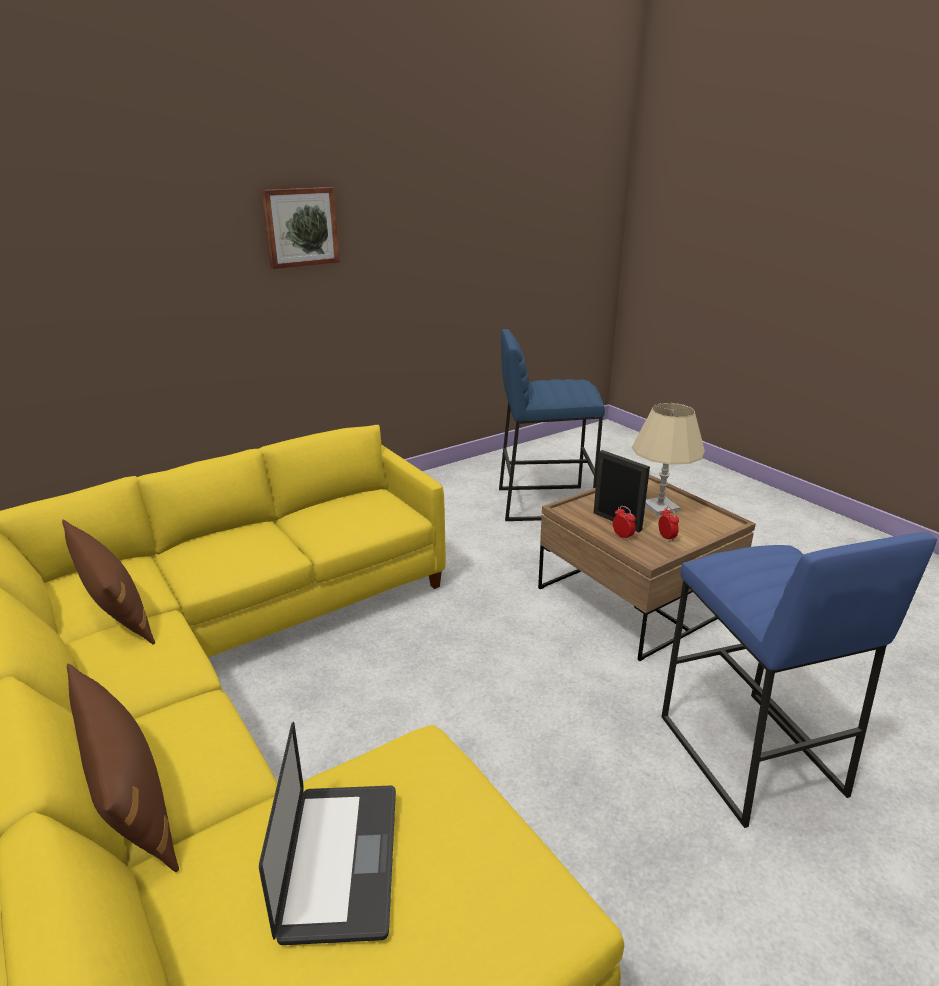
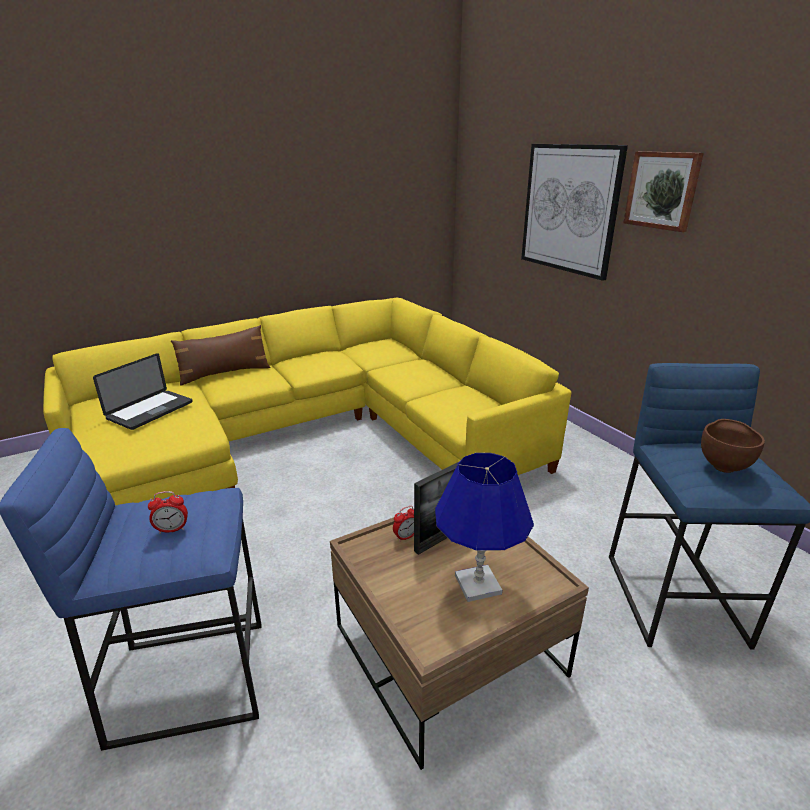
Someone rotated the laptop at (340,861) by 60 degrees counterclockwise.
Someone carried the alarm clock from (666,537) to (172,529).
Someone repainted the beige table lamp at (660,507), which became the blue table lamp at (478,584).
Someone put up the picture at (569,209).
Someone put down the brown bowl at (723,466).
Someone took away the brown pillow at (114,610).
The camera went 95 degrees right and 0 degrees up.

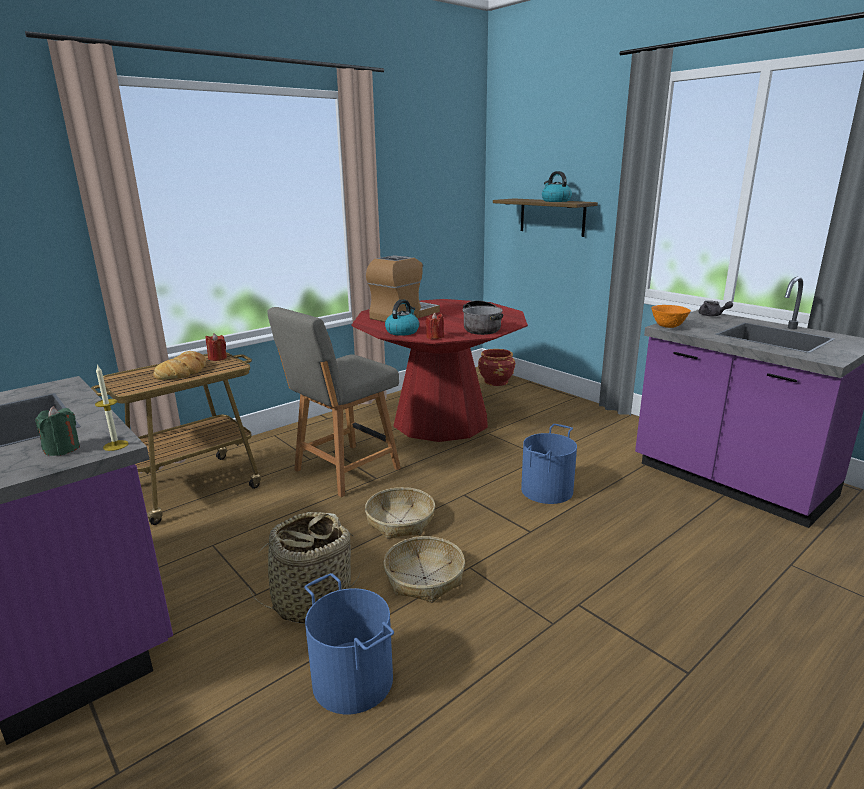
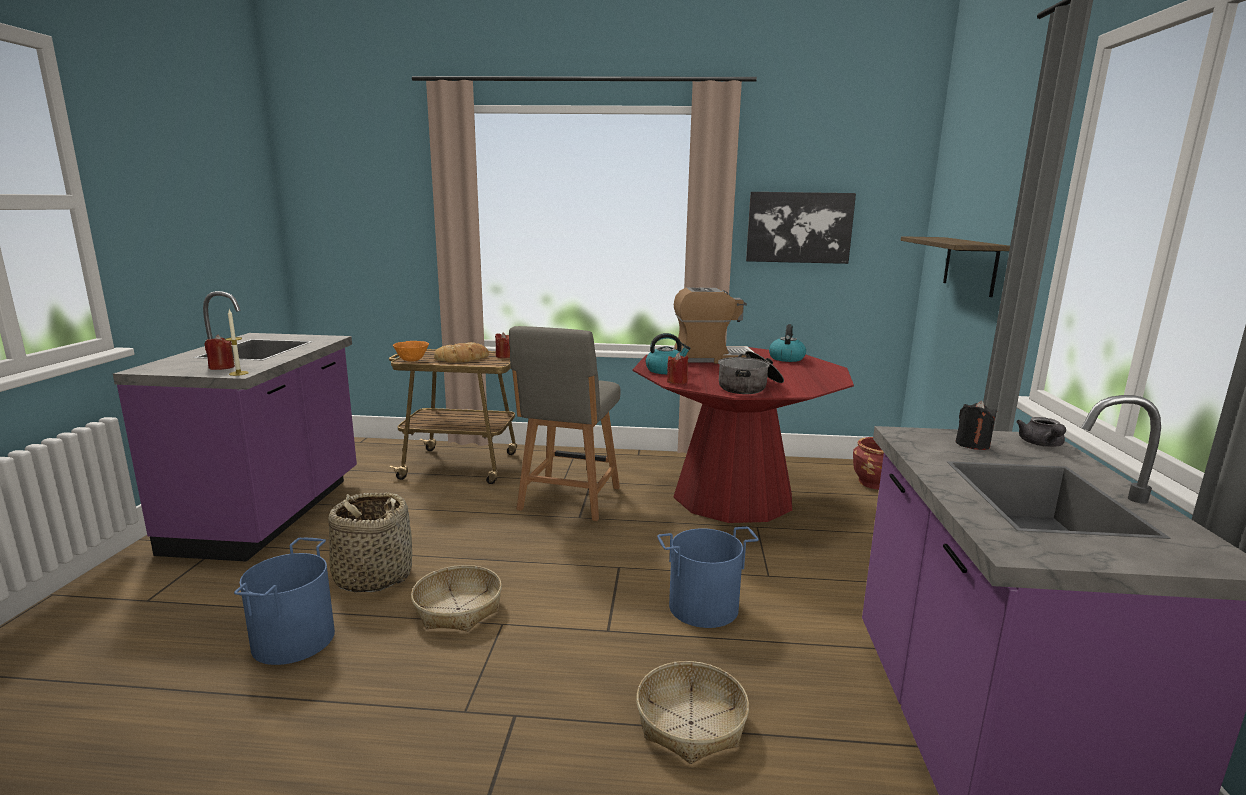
Someone repainted the green candle at (62,449), which became the red candle at (221,367).
Someone carried the orange bowl from (668,326) to (412,360).
Someone rotated the grey chair at (344,471) by 75 degrees counterclockwise.
Someone carried the basket from (400,521) to (691,723).
Someone put up the picture at (799,227).
Someone carried the kettle from (555,201) to (786,358).
Someone put down the black candle at (972,445).
The camera went 45 degrees right and 5 degrees down.

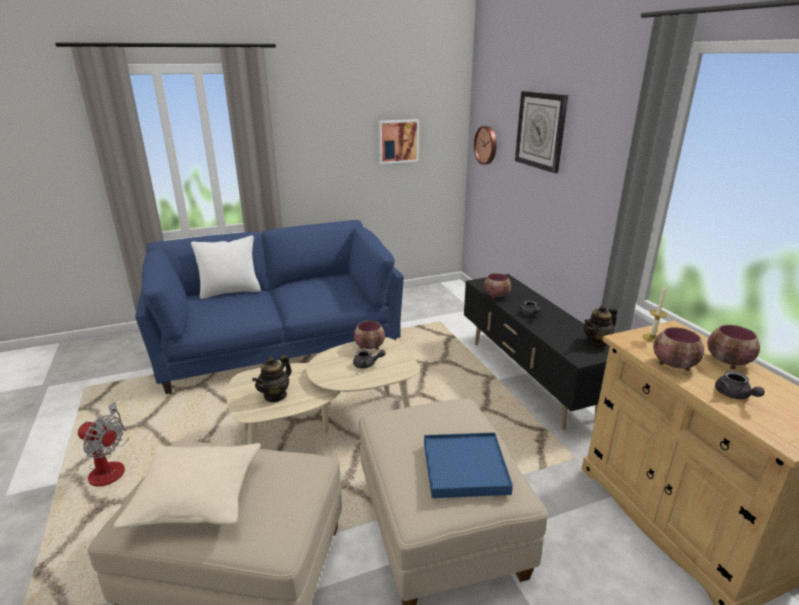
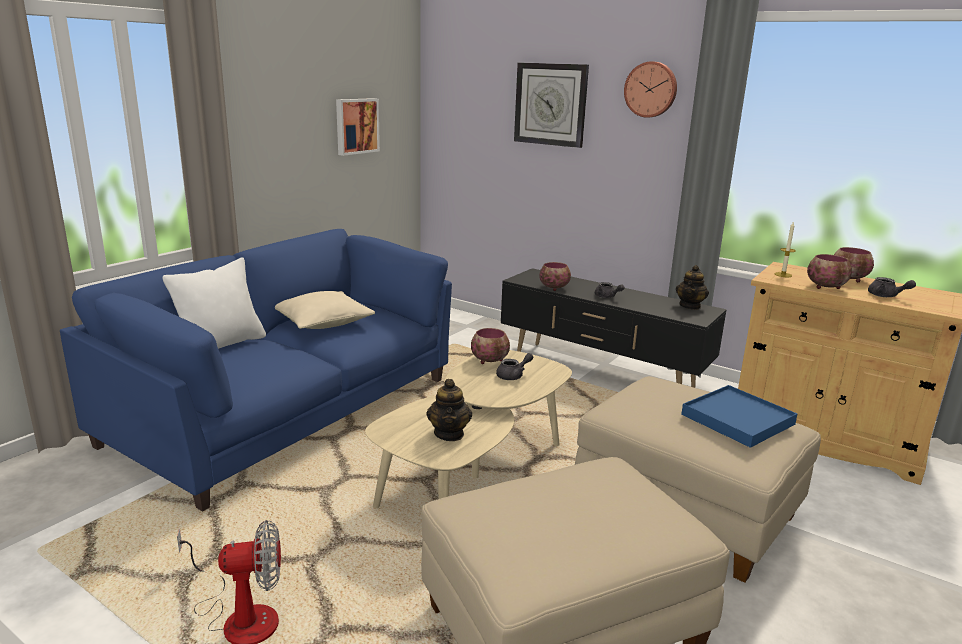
Someone carried the beige pillow from (197,497) to (322,322).
Someone carried the wall clock from (486,145) to (651,89).
The camera went 35 degrees left and 5 degrees down.

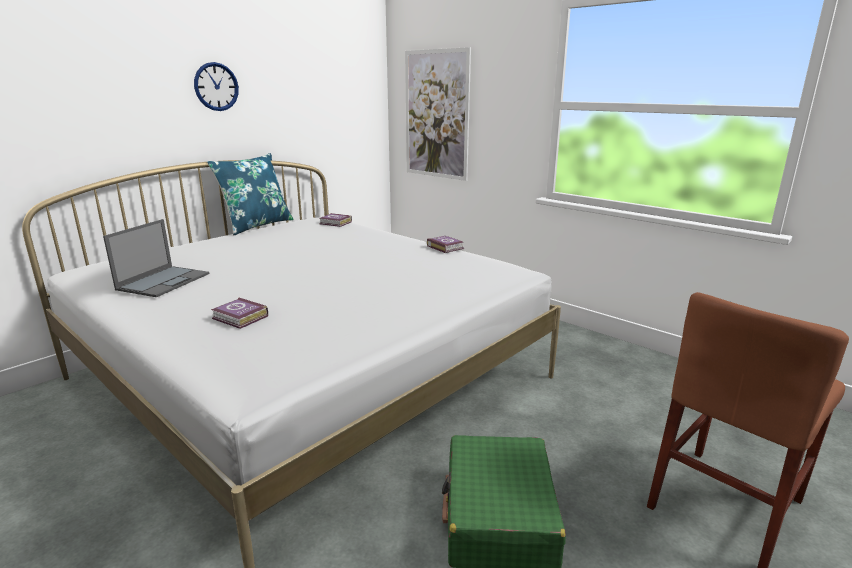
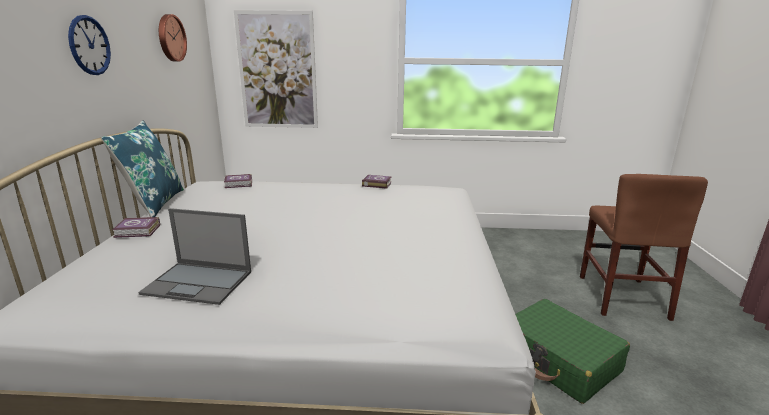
Someone carried the book from (240,318) to (138,231).
Someone rotated the laptop at (164,281) by 120 degrees clockwise.
Someone put up the wall clock at (170,38).
The camera went 40 degrees left and 0 degrees up.

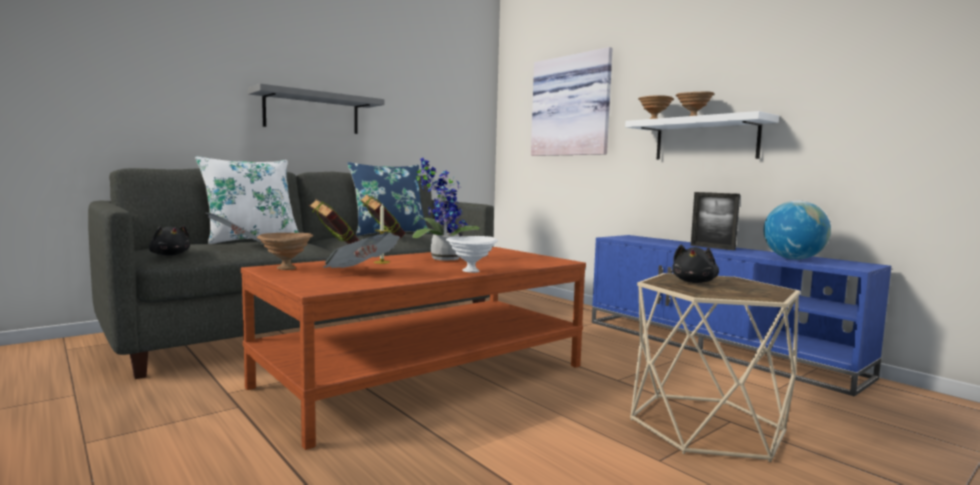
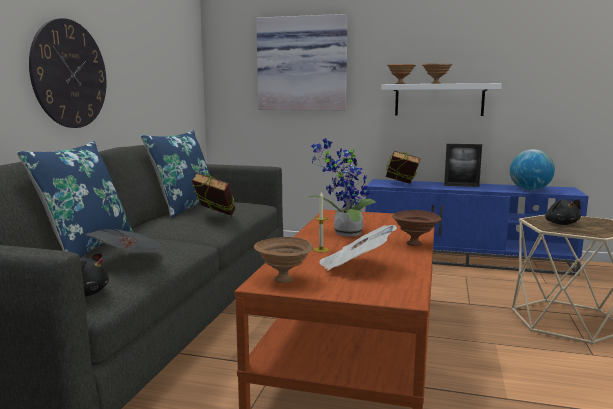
Someone repainted the white pillow at (251,239), which became the blue pillow at (86,247).
Someone swapped the grey shelf at (312,113) for the wall clock at (70,74).
Someone carried the book from (334,247) to (401,185).
Someone repainted the white bowl at (471,271), which became the brown bowl at (415,244).
The camera went 35 degrees left and 5 degrees up.

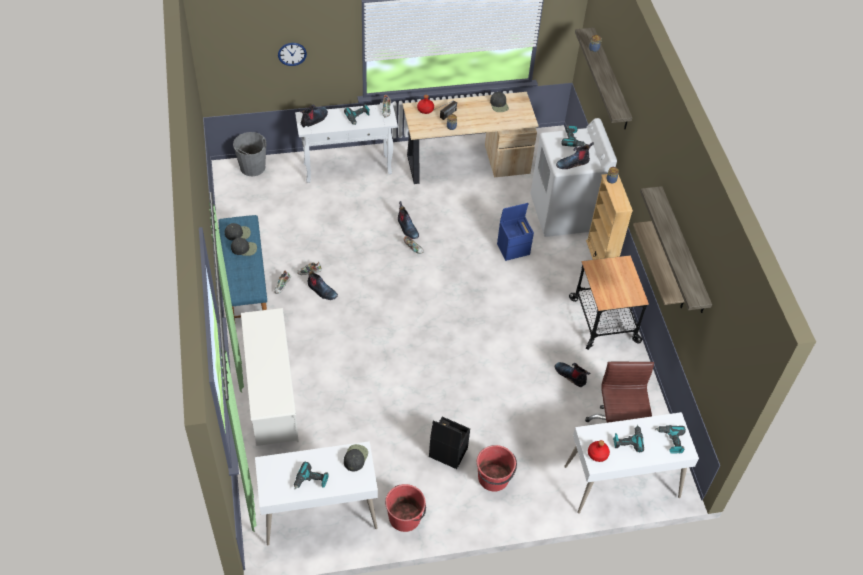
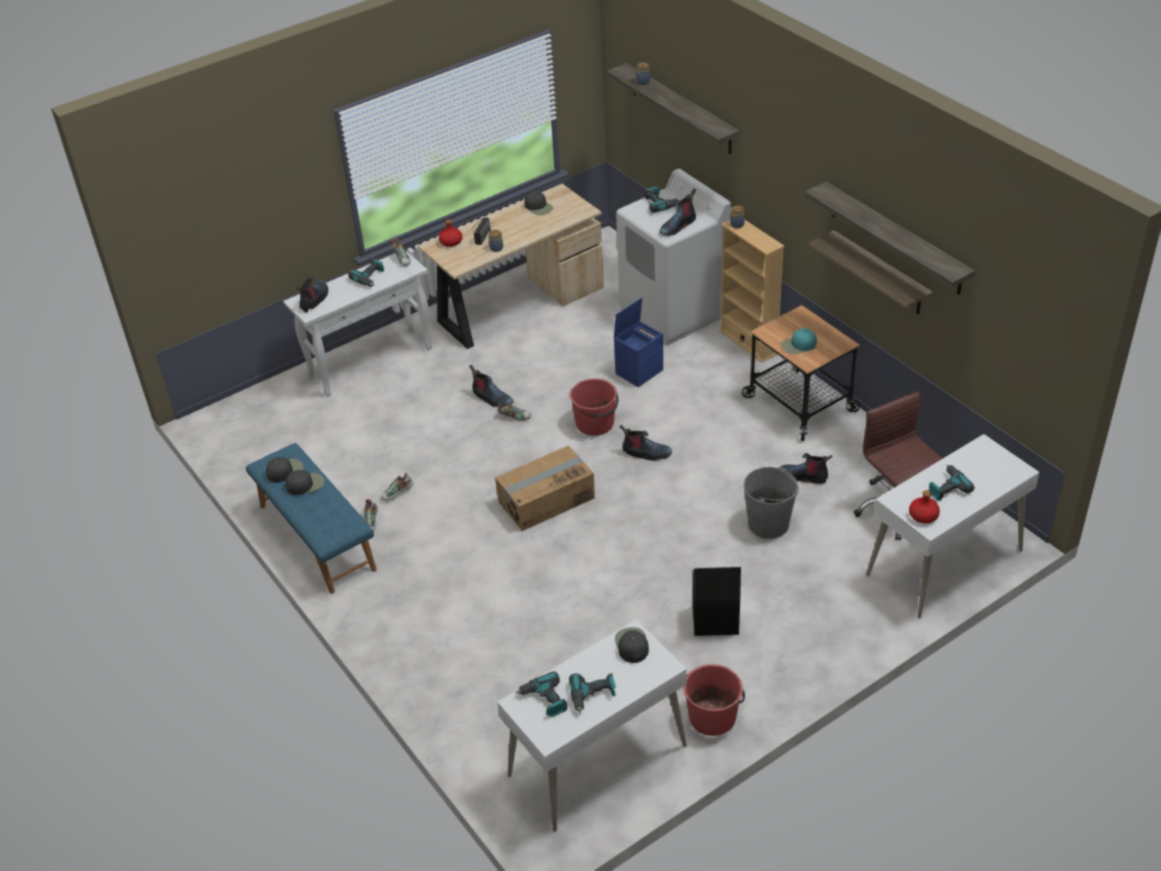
Someone put down the cardboard box at (545,499).
Someone carried the power drill from (671,441) to (544,700).
Someone carried the red bucket from (493,478) to (595,423).
Someone carried the boot from (321,290) to (646,453).
Someone carried the grey bucket from (252,167) to (769,524).
Someone put down the turquoise cap at (798,345).
Someone took away the white shoe rack at (271,393).
Someone took away the wall clock at (292,54).
The camera went 20 degrees left and 10 degrees down.

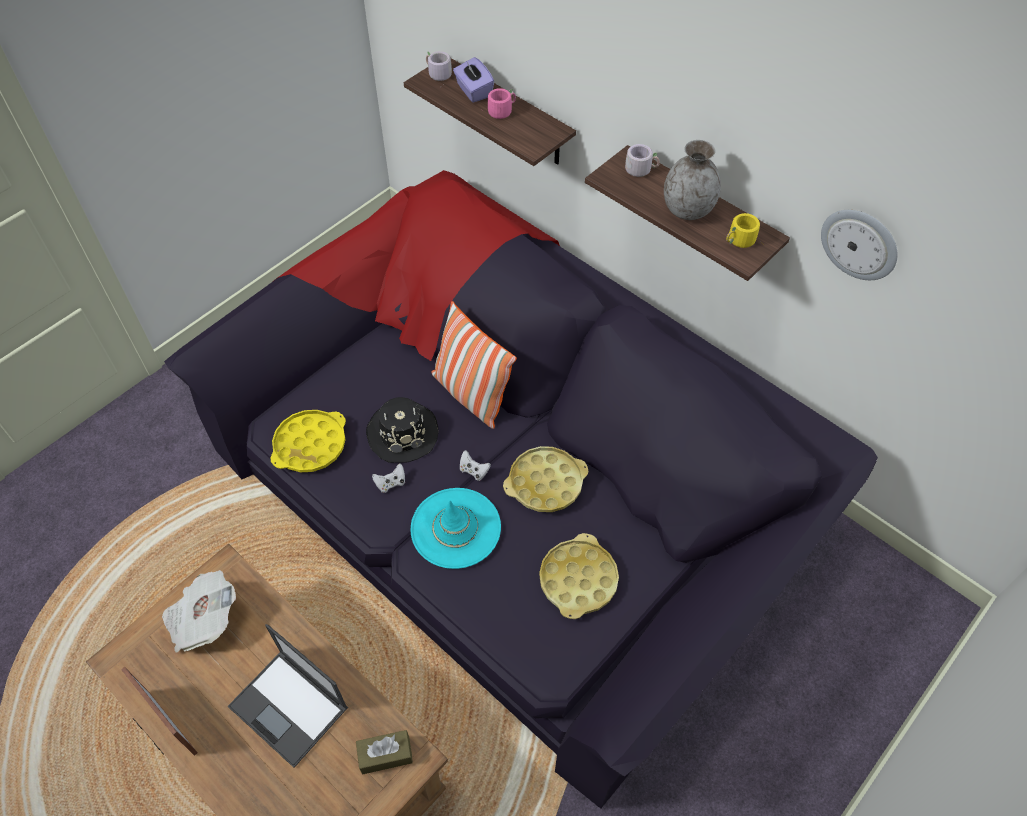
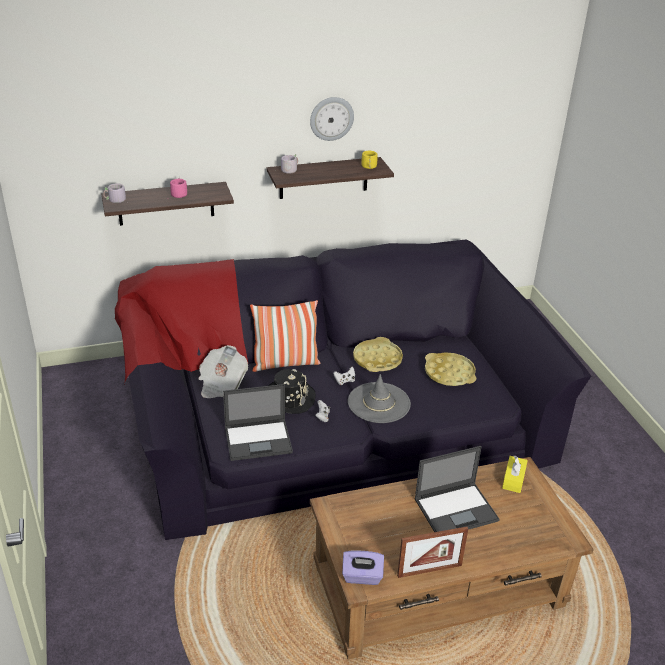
Someone carried the newspaper from (203,619) to (221,384).
Someone swapped the yellow tray at (310,445) for the laptop at (259,440).
Someone carried the wall clock from (859,243) to (331,118).
Someone carried the purple tissue box from (473,91) to (362,576).
Someone repainted the turquoise hat at (455,528), which became the grey hat at (379,403).
Someone repainted the brown tissue box at (385,755), which became the yellow tissue box at (513,479).
Someone took away the grey vase at (687,209).
The camera went 60 degrees left and 20 degrees down.

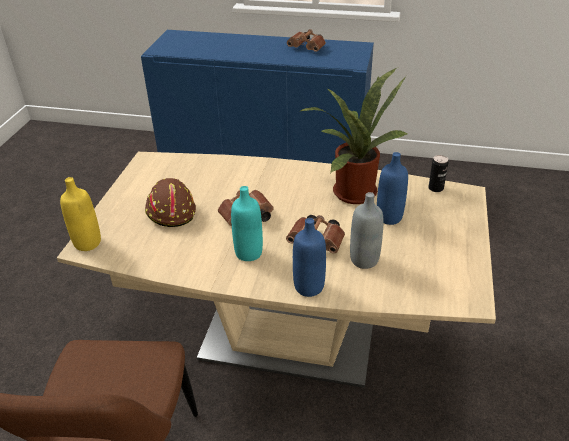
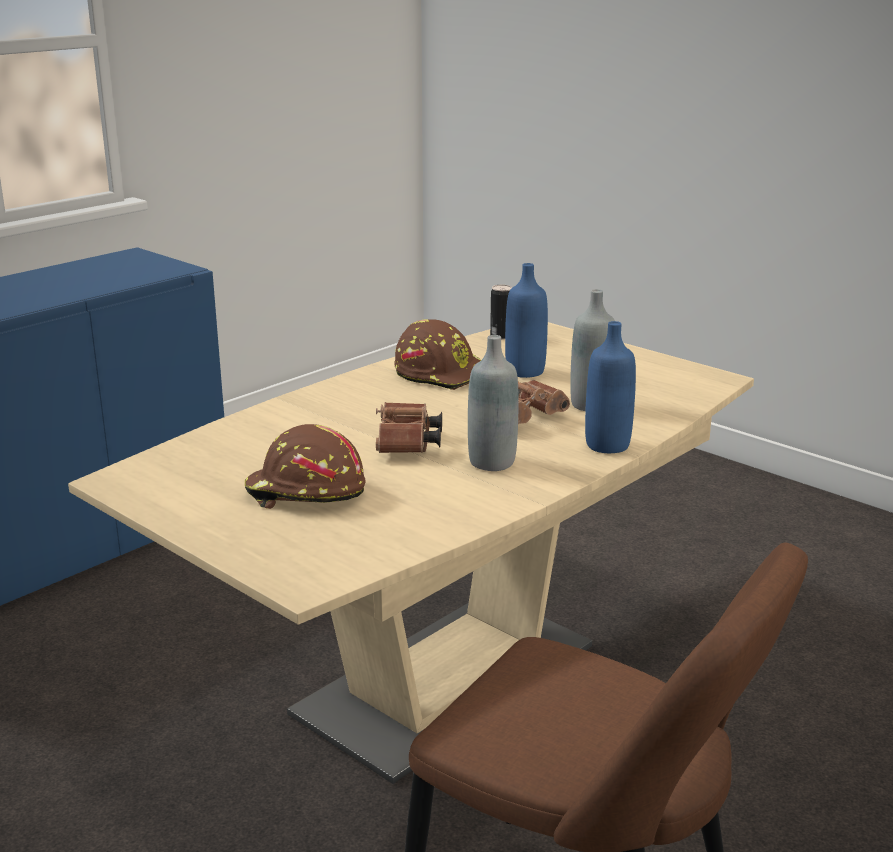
Someone swapped the potted plant at (352,190) for the brown hard hat at (440,373).
Someone repainted the turquoise bottle at (248,253), which became the grey bottle at (492,462).
Someone took away the yellow bottle at (87,243).
Someone took away the brown binoculars at (308,48).
The camera went 60 degrees left and 15 degrees down.

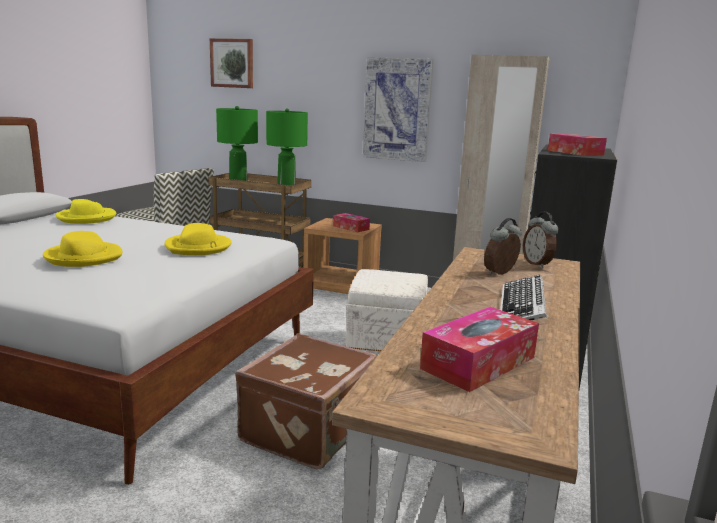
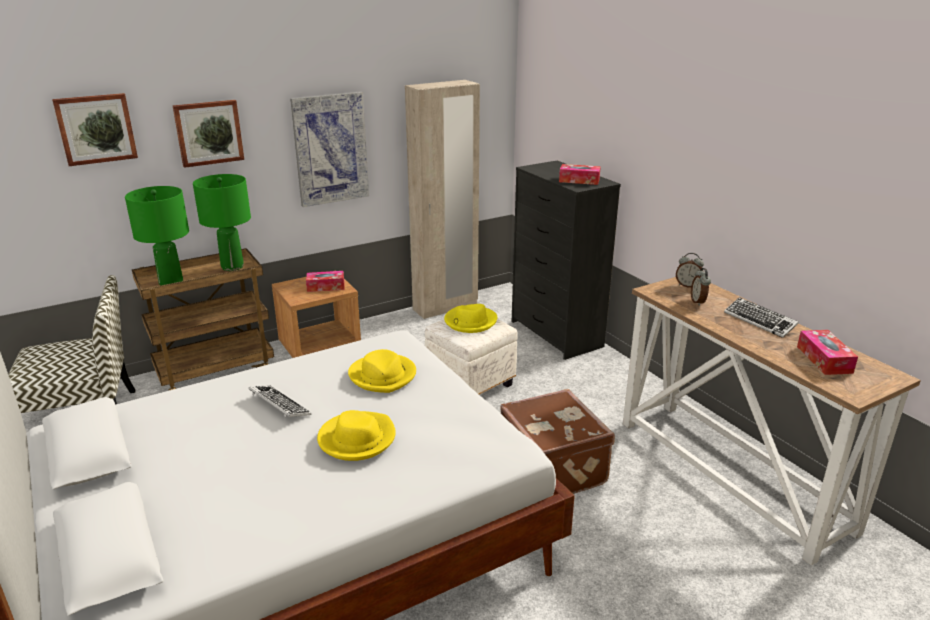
Someone put up the picture at (208,132).
Someone put down the keyboard at (279,405).
Someone carried the yellow hat from (87,218) to (470,321).
The camera went 50 degrees left and 10 degrees up.

